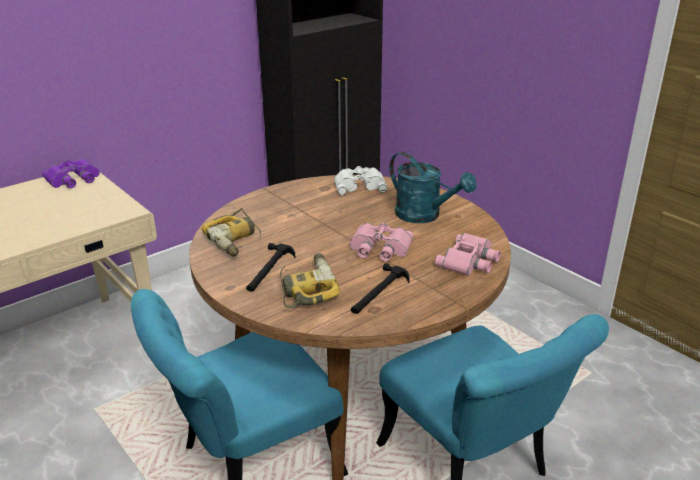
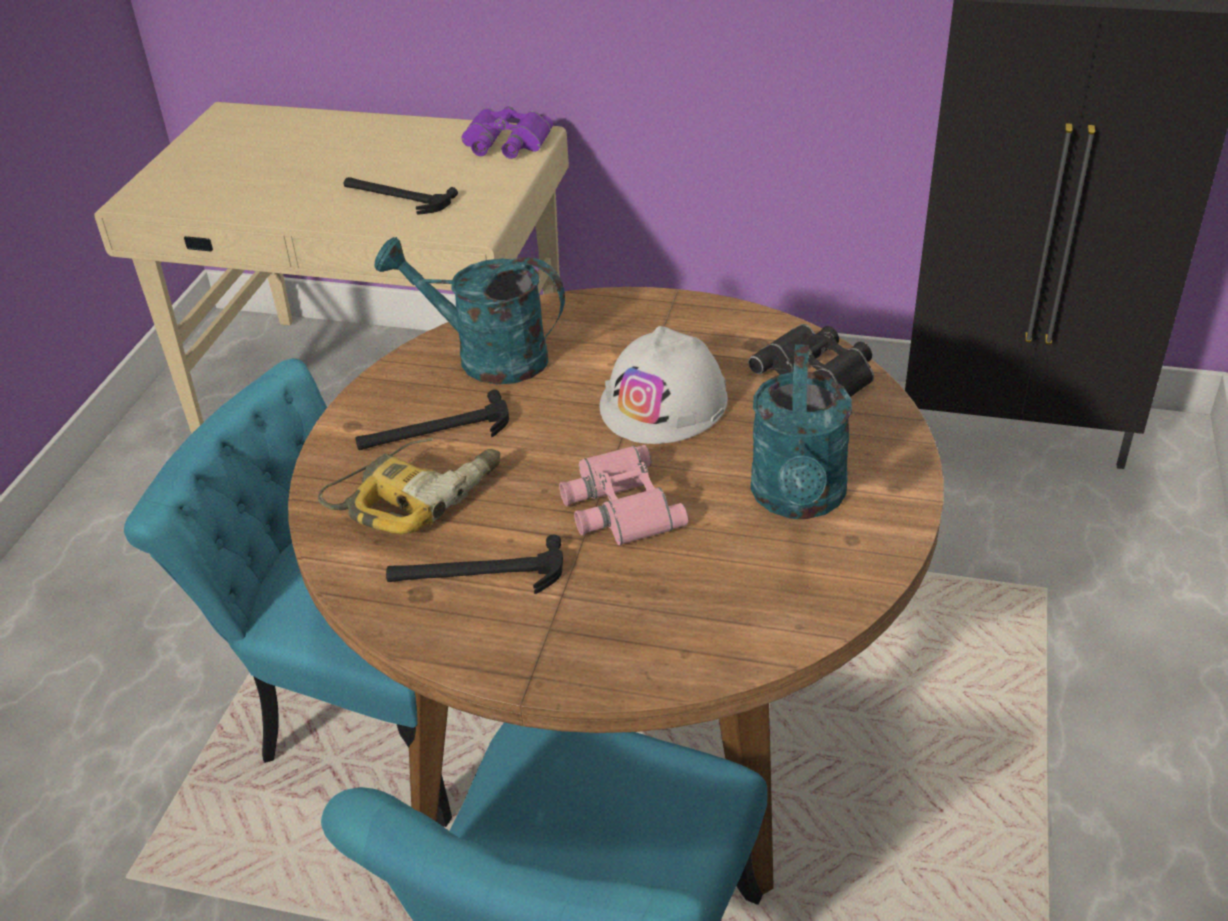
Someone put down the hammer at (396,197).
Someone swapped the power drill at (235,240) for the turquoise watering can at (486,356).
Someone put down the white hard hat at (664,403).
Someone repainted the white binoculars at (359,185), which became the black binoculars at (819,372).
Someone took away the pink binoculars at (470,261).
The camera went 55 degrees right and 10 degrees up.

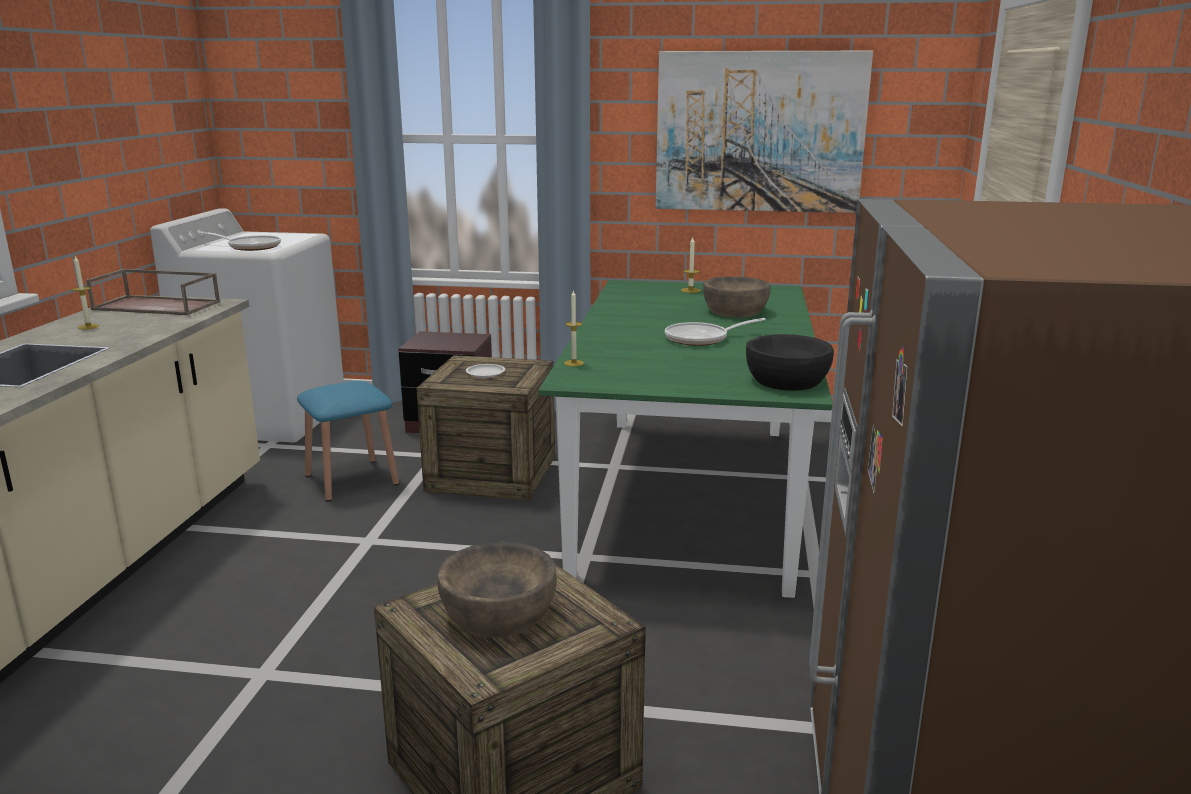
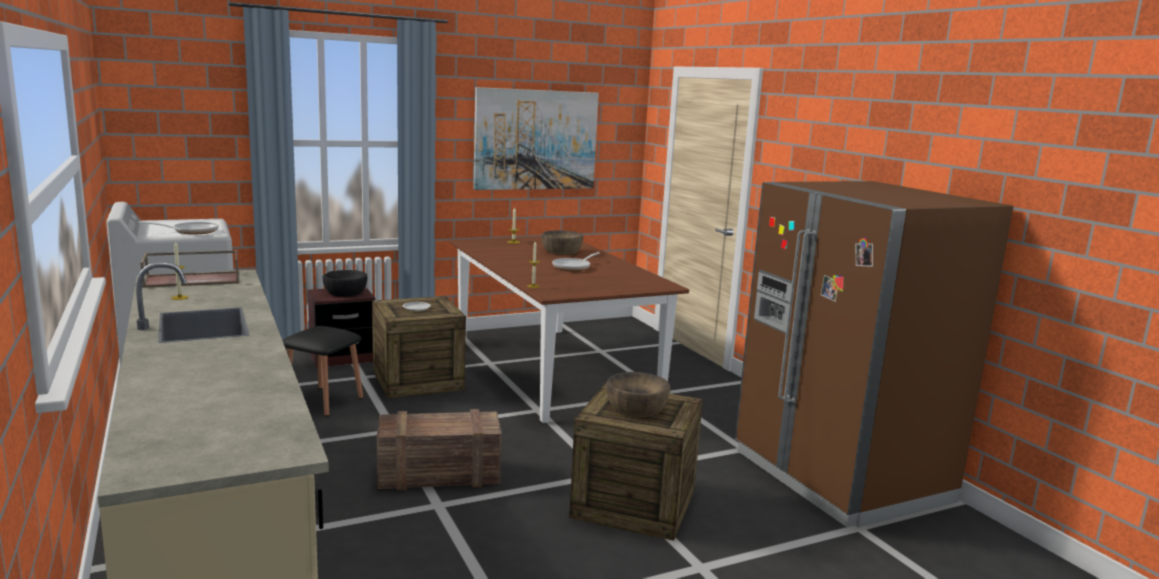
Someone repainted the blue stool at (351,479), which became the black stool at (323,401).
Someone carried the black bowl from (786,380) to (345,292).
Someone put down the crate at (441,474).
Someone repainted the green dining table at (690,494), which became the brown dining table at (553,369).
The camera went 35 degrees left and 5 degrees down.

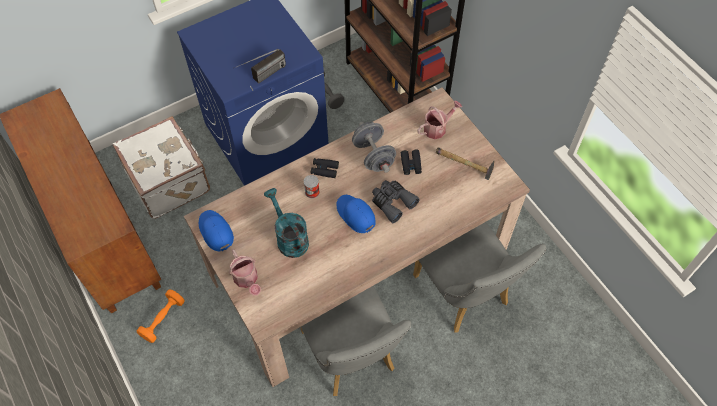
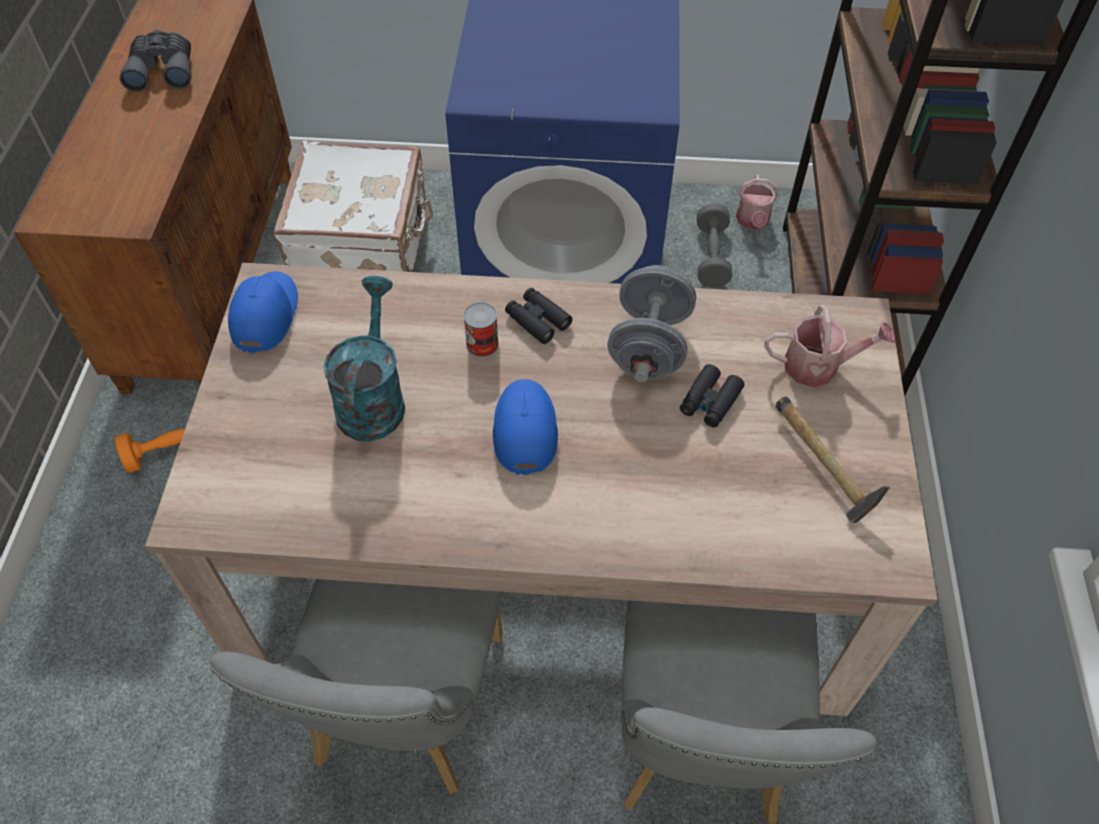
Someone carried the grey binoculars from (392,202) to (163,70).
Someone carried the watering can from (247,280) to (753,221).
Someone took away the radio at (262,77).
The camera went 35 degrees right and 5 degrees down.

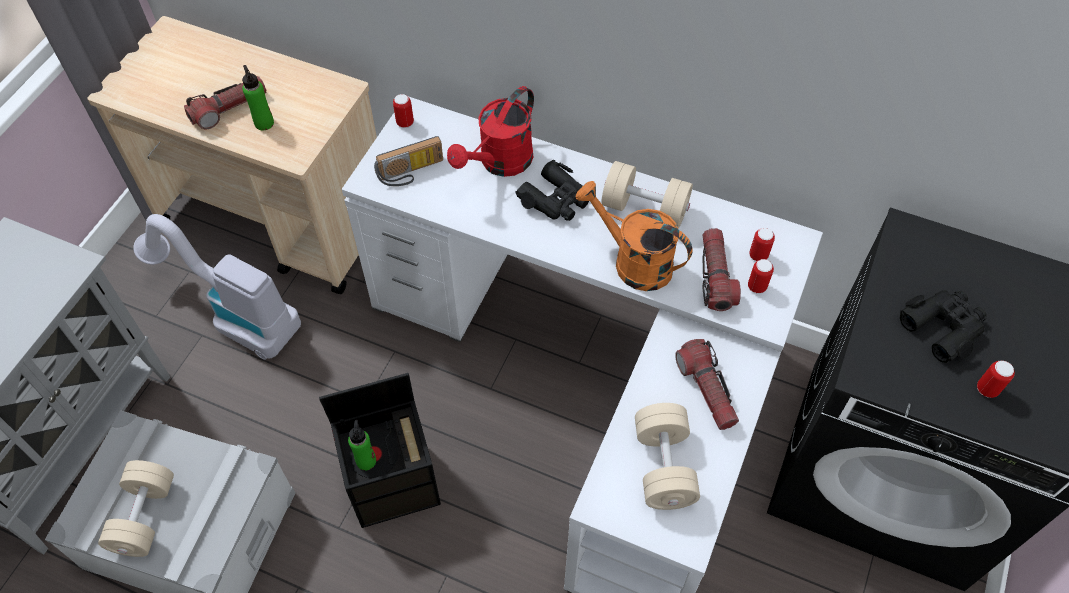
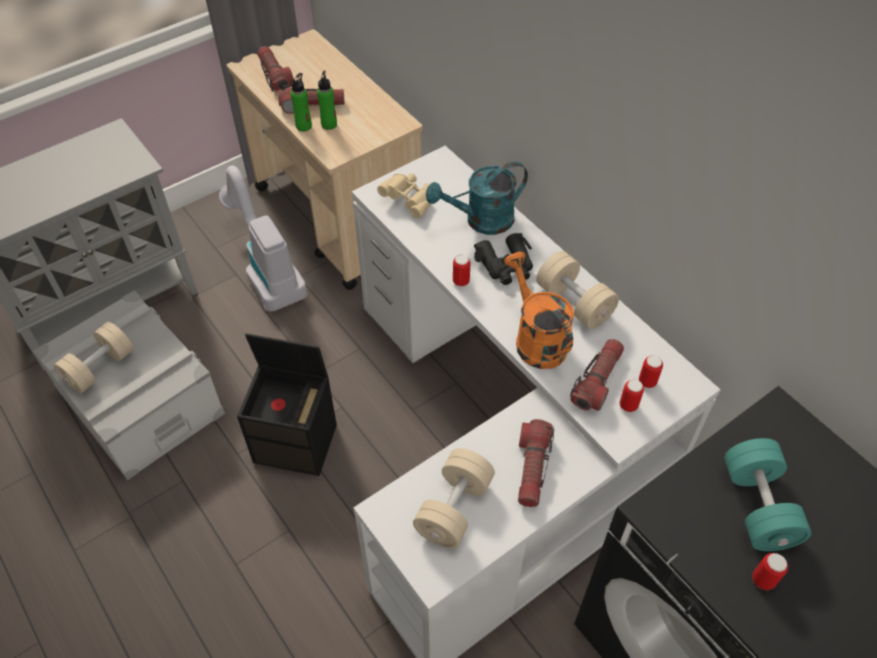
Someone put down the flashlight at (274,76).
Someone carried the green bottle from (366,461) to (304,126).
Someone swapped the radio at (411,173) for the beige binoculars at (409,201).
Someone repainted the red watering can at (500,163), which became the turquoise watering can at (481,221).
Someone carried the can from (405,122) to (461,281).
Someone swapped the black binoculars at (943,326) for the turquoise dumbbell at (758,506).
The camera went 30 degrees right and 5 degrees down.

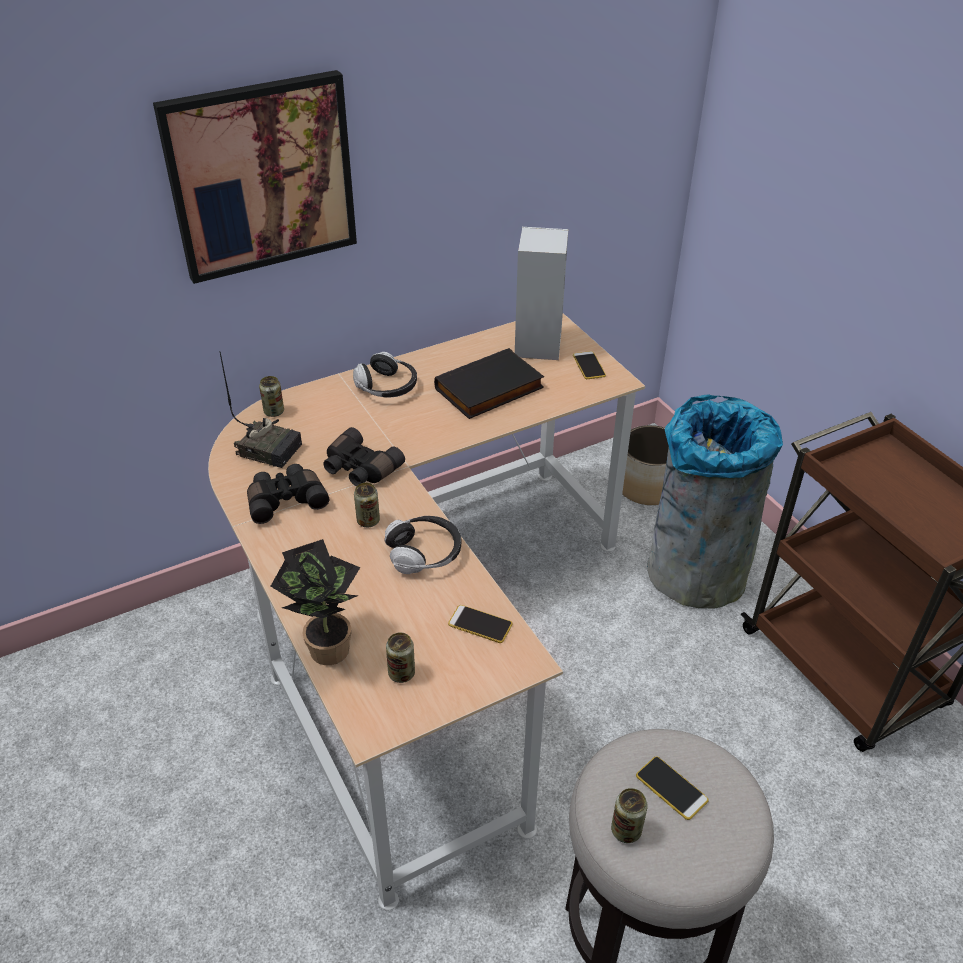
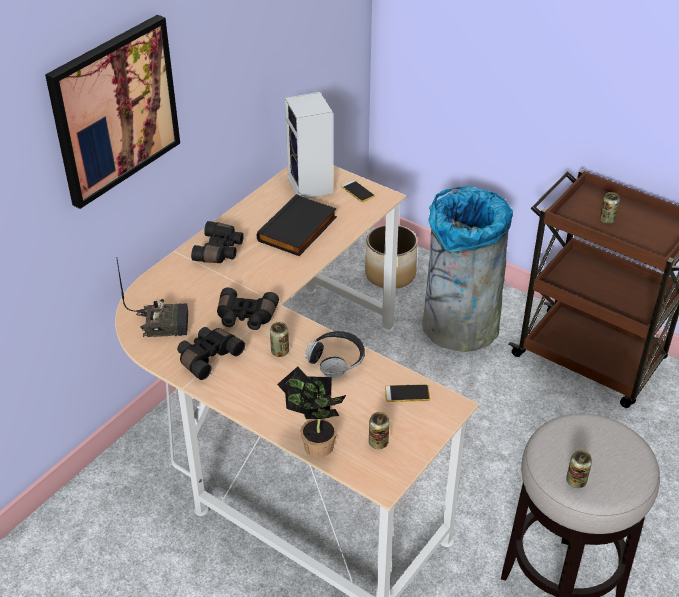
Someone swapped the headphones at (387,387) for the black binoculars at (220,251).
Someone carried the can from (274,412) to (607,220).
Someone took away the phone at (671,788).
The camera went 25 degrees left and 0 degrees up.

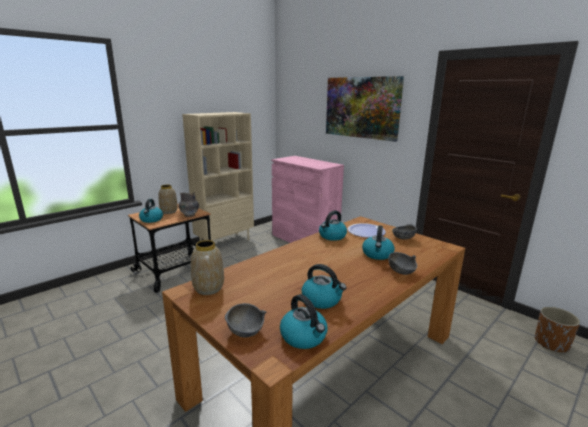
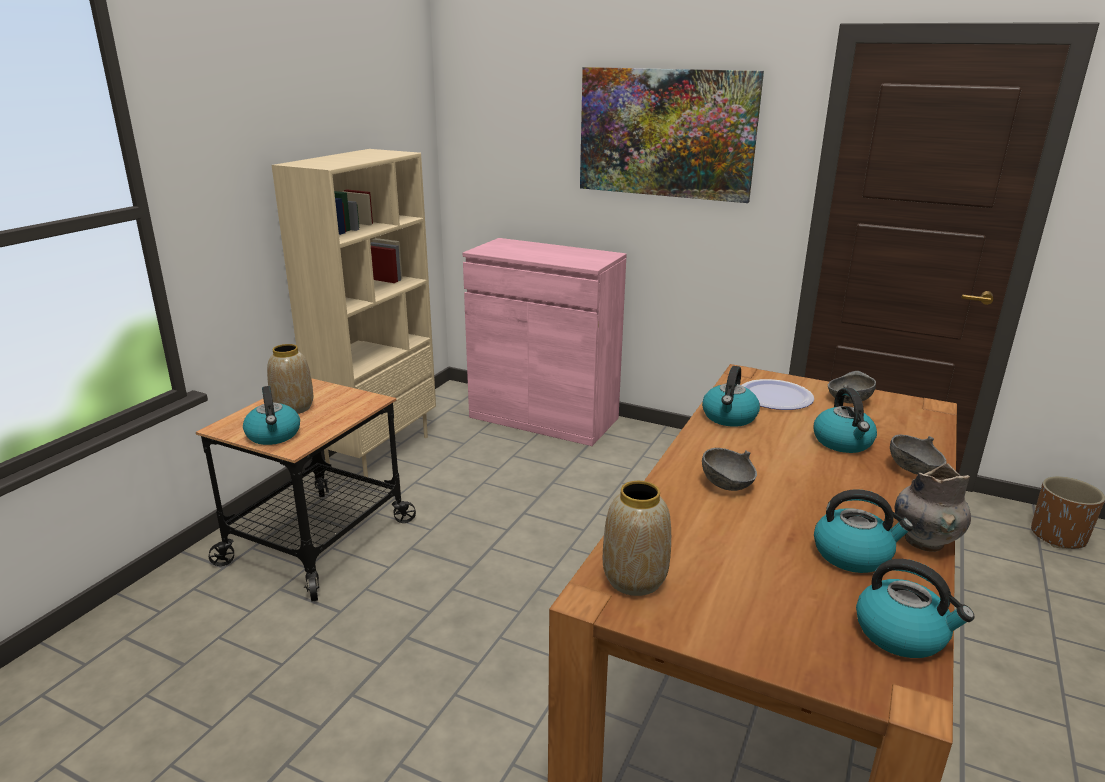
Someone carried the grey bowl from (246,331) to (727,485).
Someone carried the grey vase from (190,215) to (923,541).
The camera went 20 degrees left and 5 degrees up.

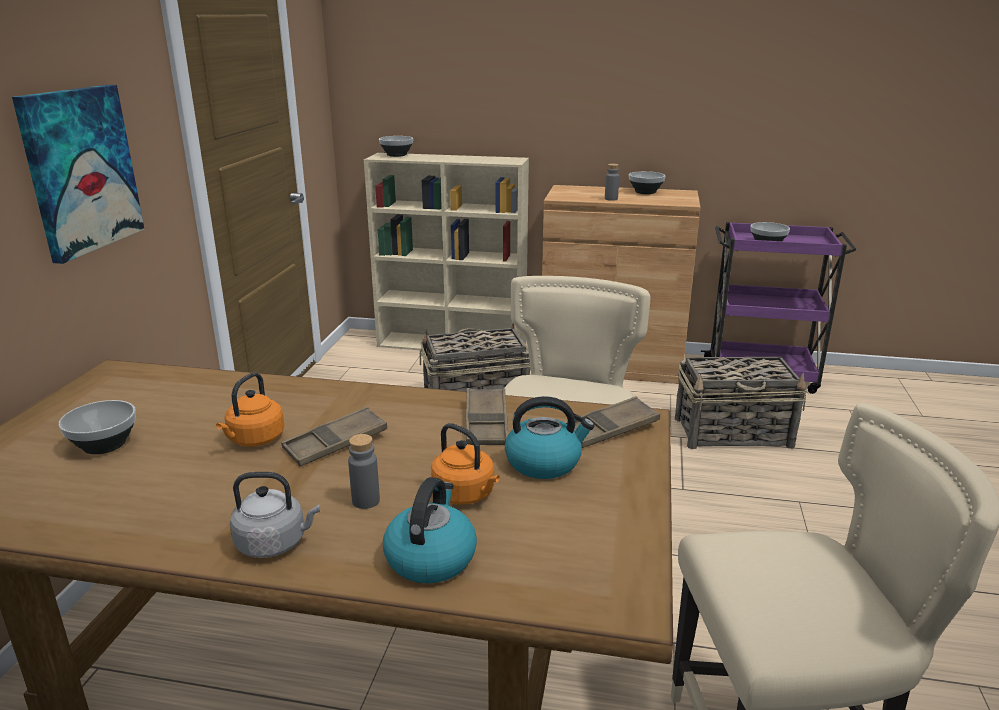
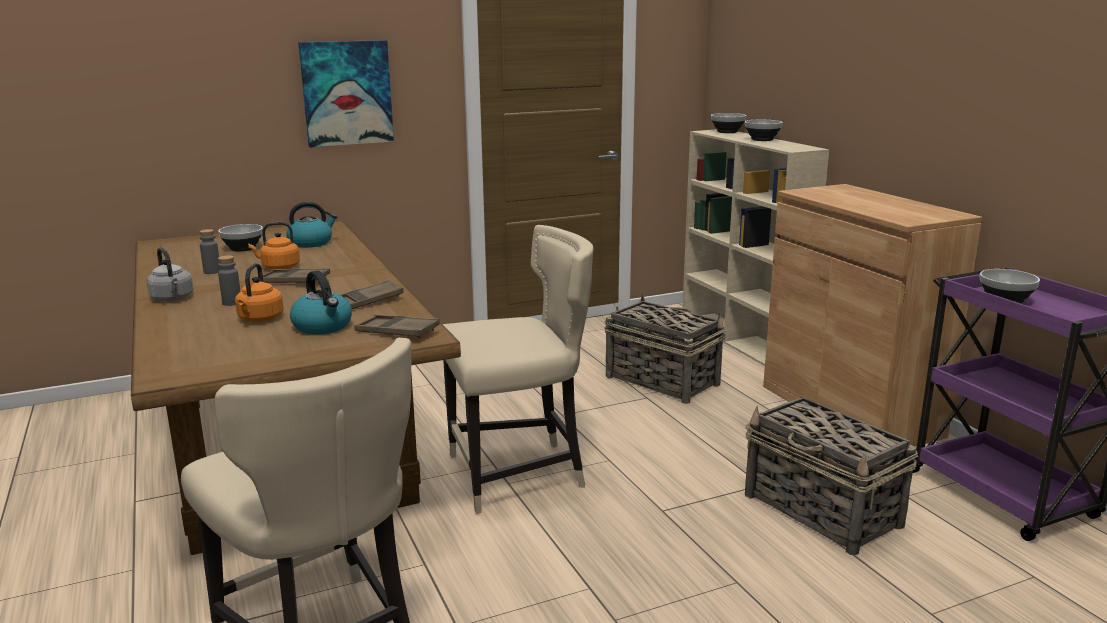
Someone carried the grey bottle from (611,199) to (212,271).
Someone carried the kettle from (430,557) to (311,243).
Someone carried the bowl from (646,192) to (762,139).
The camera went 55 degrees right and 5 degrees down.

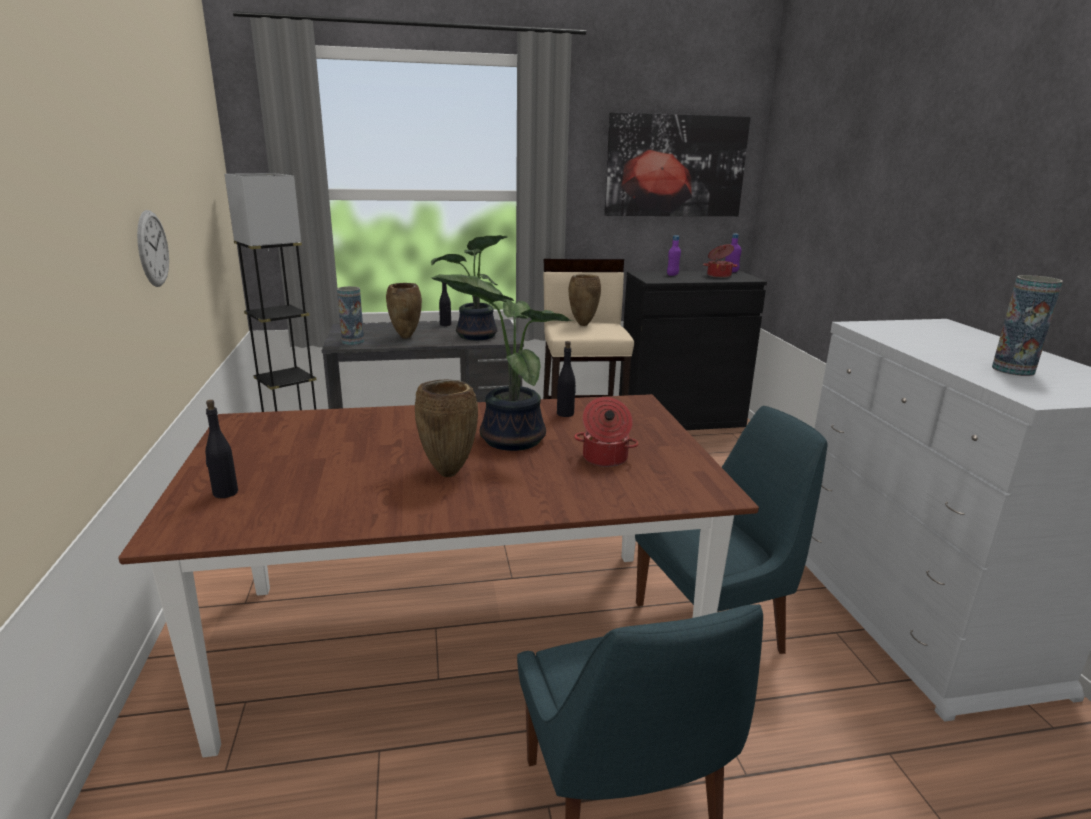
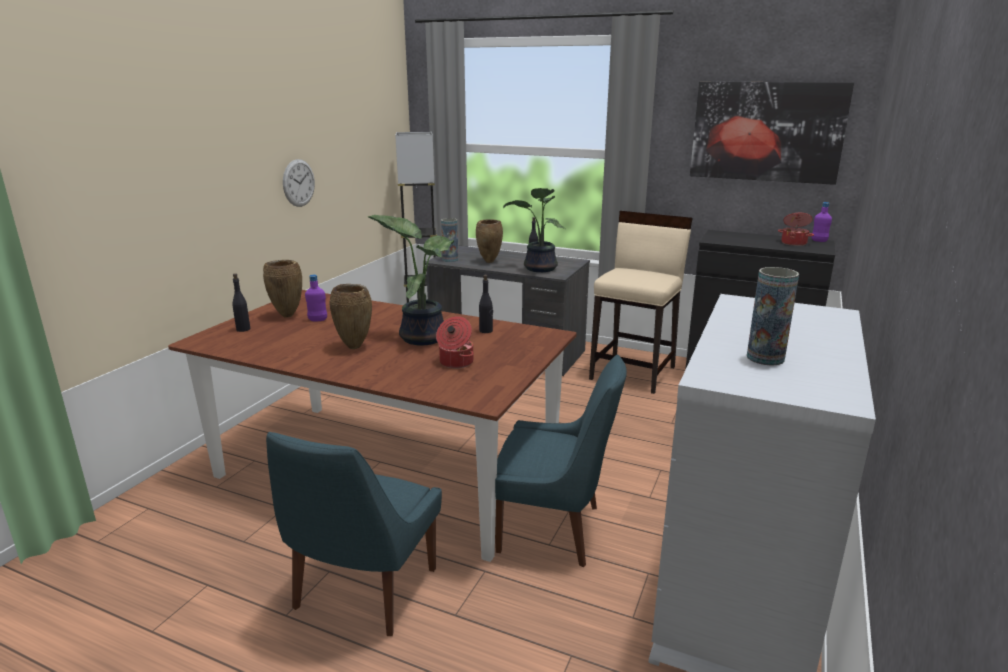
Someone carried the brown vase from (582,324) to (288,315).
Someone carried the purple bottle from (672,275) to (318,320).
The camera went 35 degrees right and 0 degrees up.

